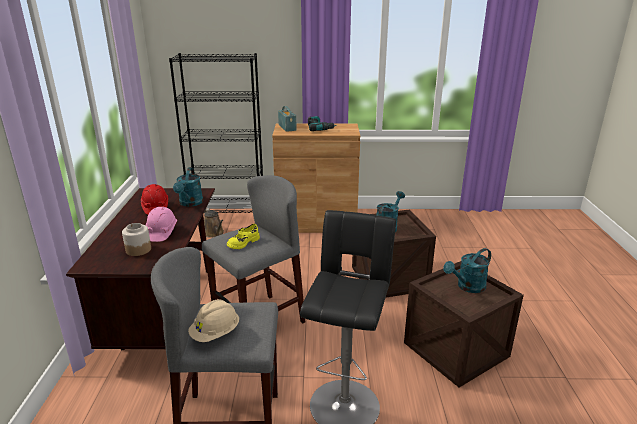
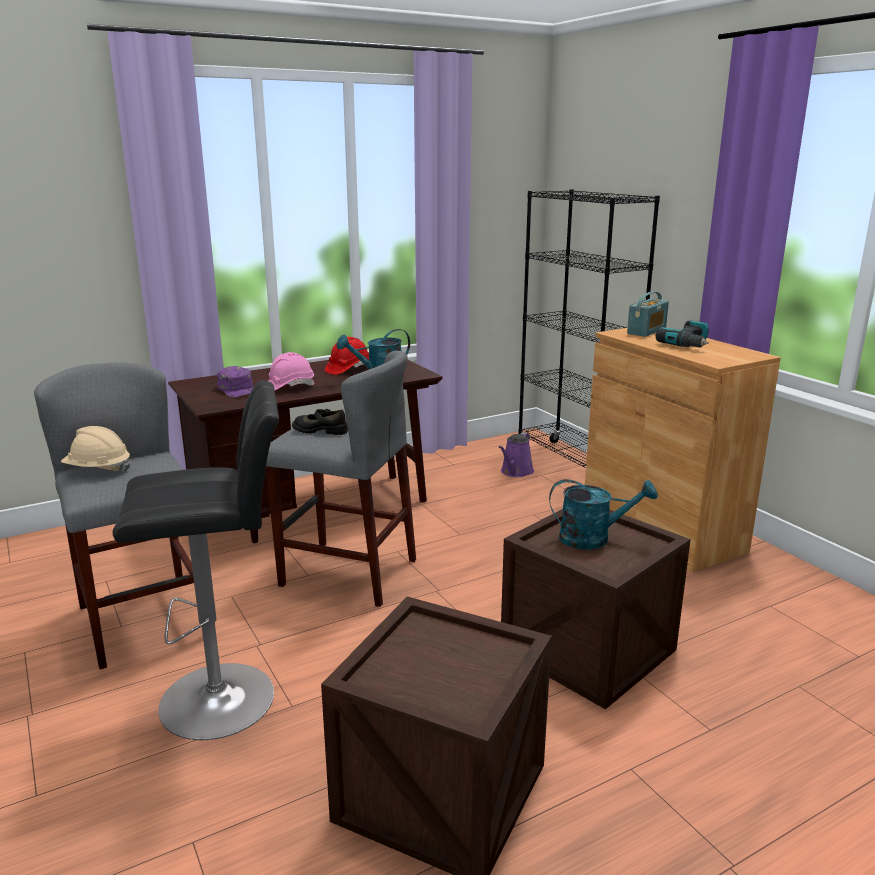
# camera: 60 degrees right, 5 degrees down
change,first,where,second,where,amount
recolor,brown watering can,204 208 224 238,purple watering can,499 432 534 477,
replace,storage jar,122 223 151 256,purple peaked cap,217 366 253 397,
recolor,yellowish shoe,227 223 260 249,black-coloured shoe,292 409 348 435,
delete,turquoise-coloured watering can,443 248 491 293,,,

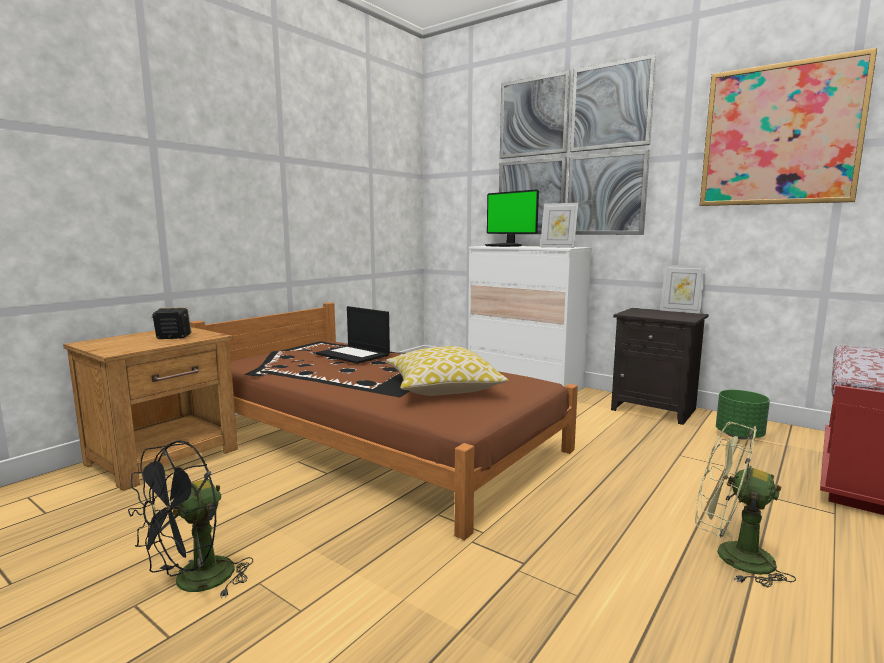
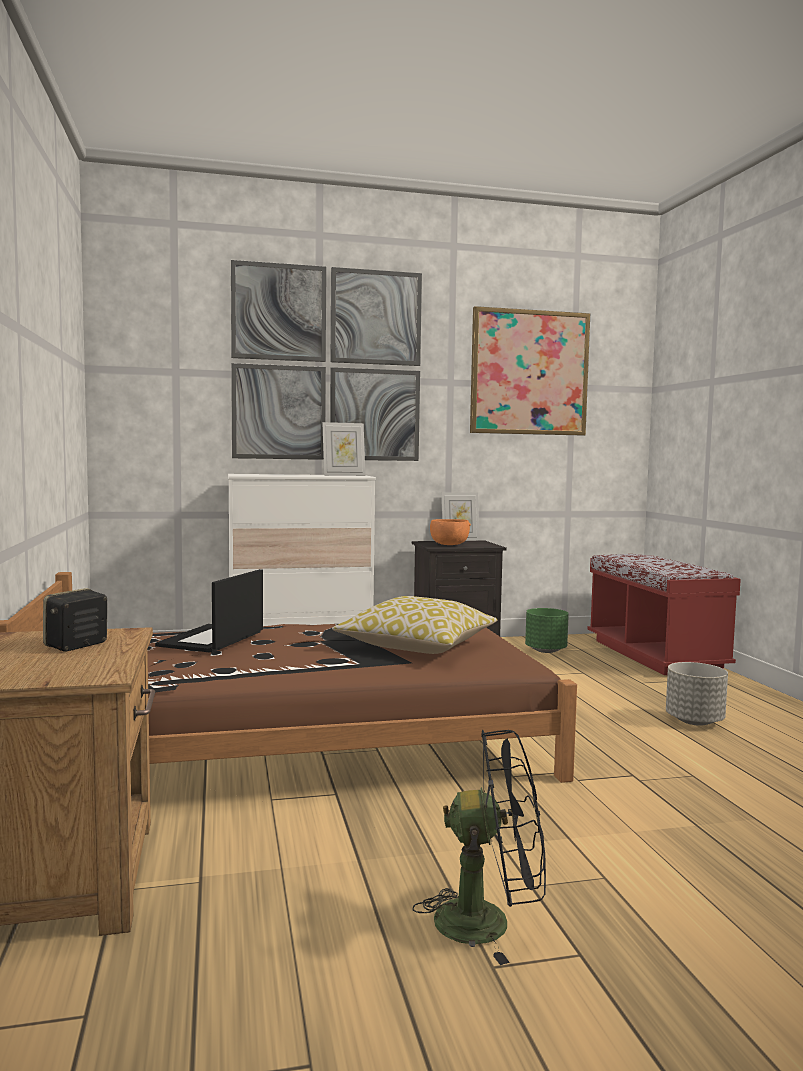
# camera: 50 degrees left, 5 degrees down
change,first,where,second,where,amount
delete,monitor,485 189 539 247,,,
rotate,laptop,316 306 390 364,,155 569 263 653,120 degrees clockwise
replace,green electric fan,695 422 796 588,grey planter,666 662 728 726,
rotate,black-coloured electric fan,128 440 253 599,,413 729 546 965,75 degrees counterclockwise
insert,,,orange-coloured deep dish,430 519 471 545,

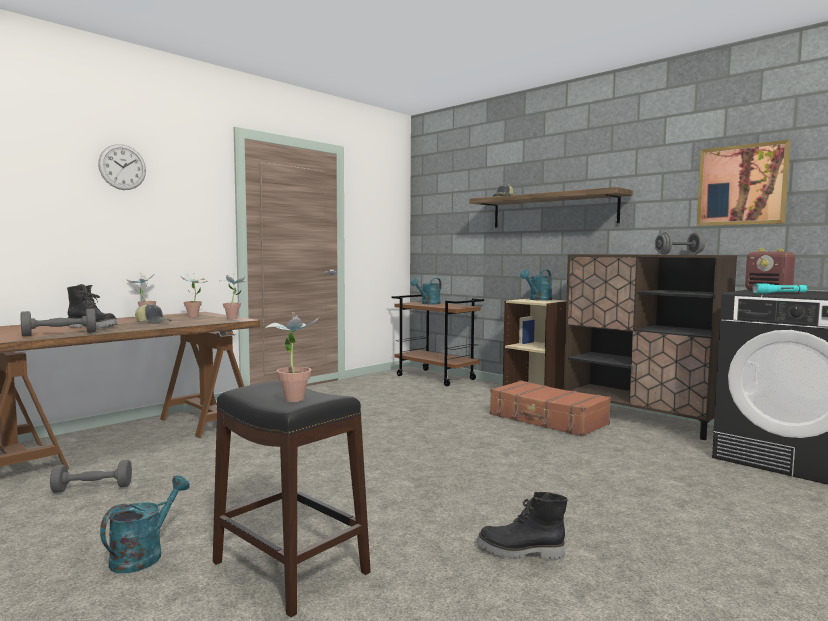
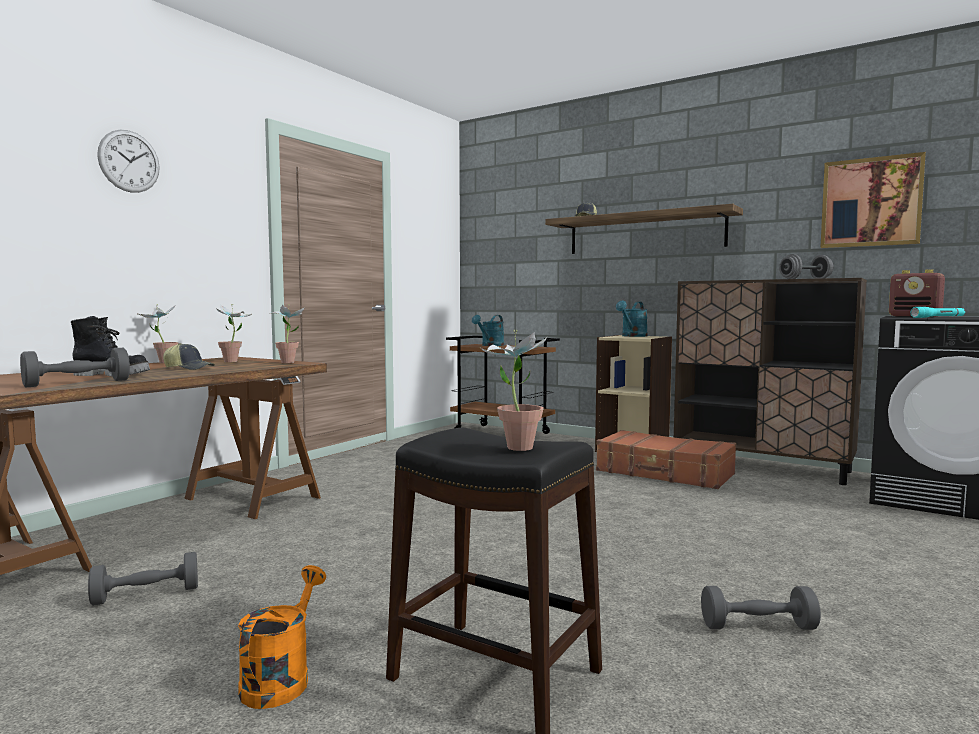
# camera: 10 degrees left, 0 degrees up
change,first,where,second,where,amount
recolor,turquoise-coloured watering can,100 475 189 573,orange-coloured watering can,238 565 326 709,
replace,black-coloured tall boot,477 492 567 560,grey hand weight,701 586 821 630,

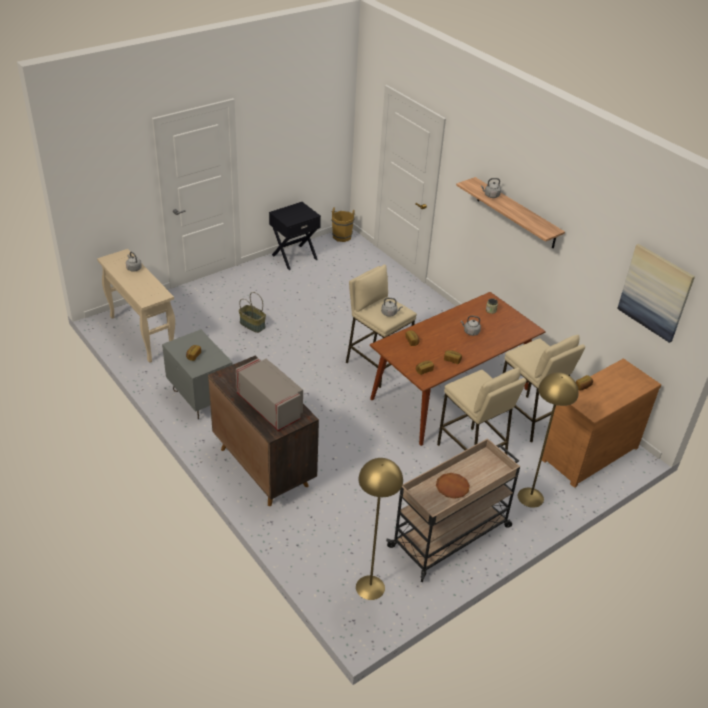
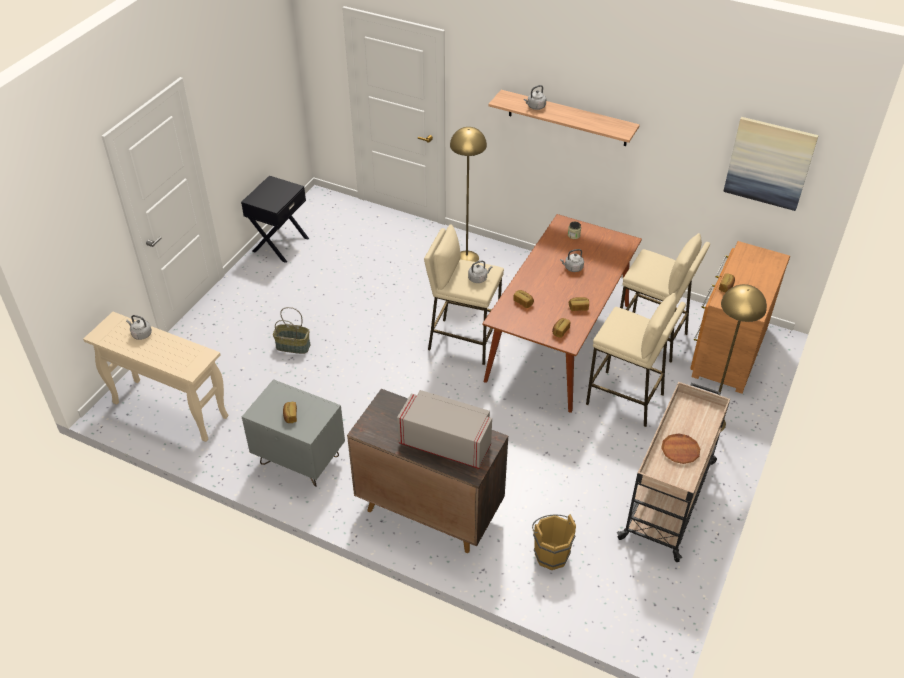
# camera: 25 degrees left, 5 degrees up
change,first,where,second,where,amount
move,brown bucket,331 207 355 242,,532 514 576 570,
move,yellowish standard lamp,356 458 403 600,,450 127 487 262,

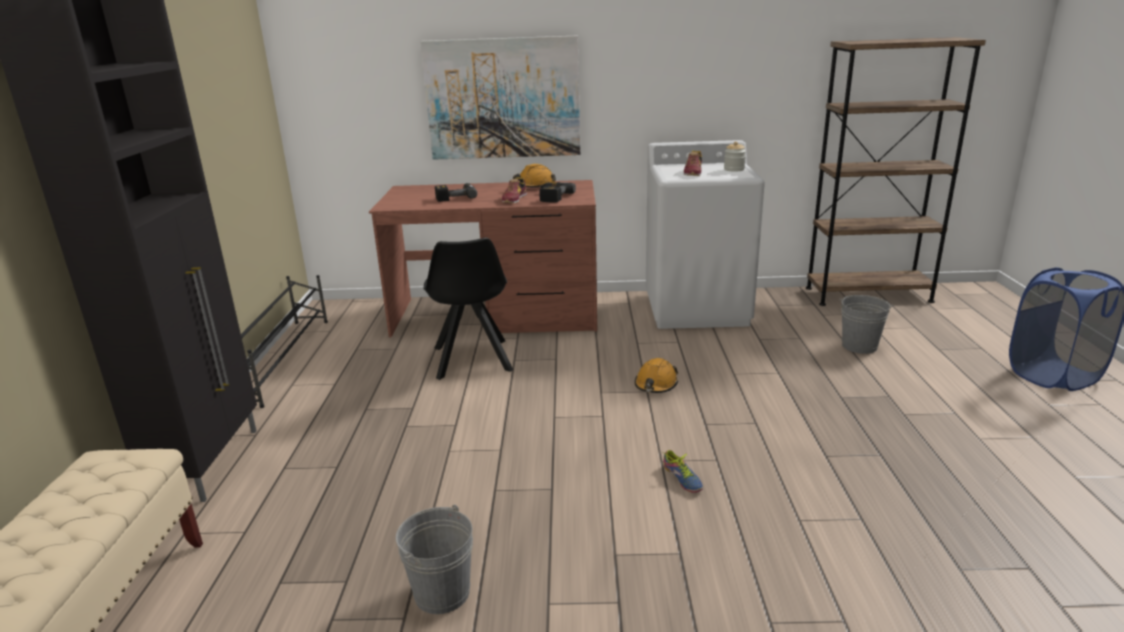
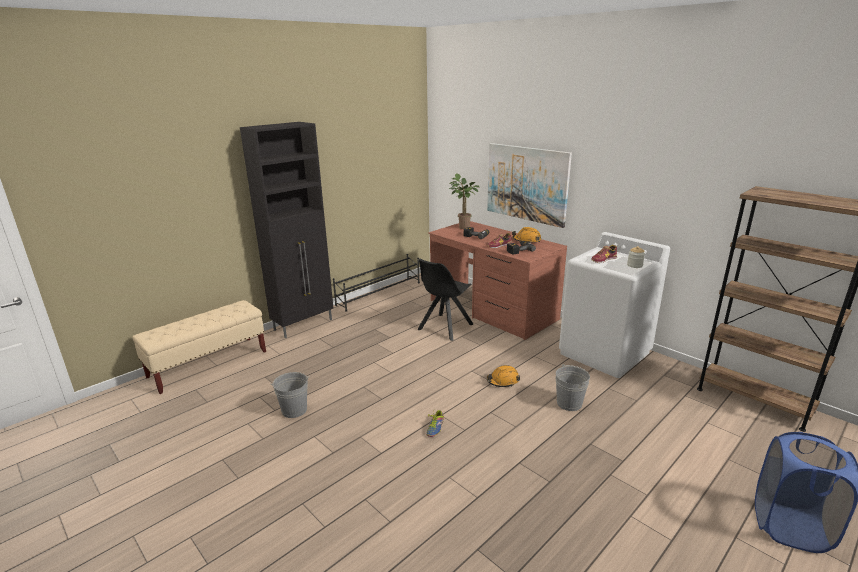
# camera: 45 degrees right, 0 degrees up
change,first,where,second,where,amount
move,grey bucket,839 295 894 354,,555 364 590 411,
insert,,,plant in a pot,449 173 480 229,

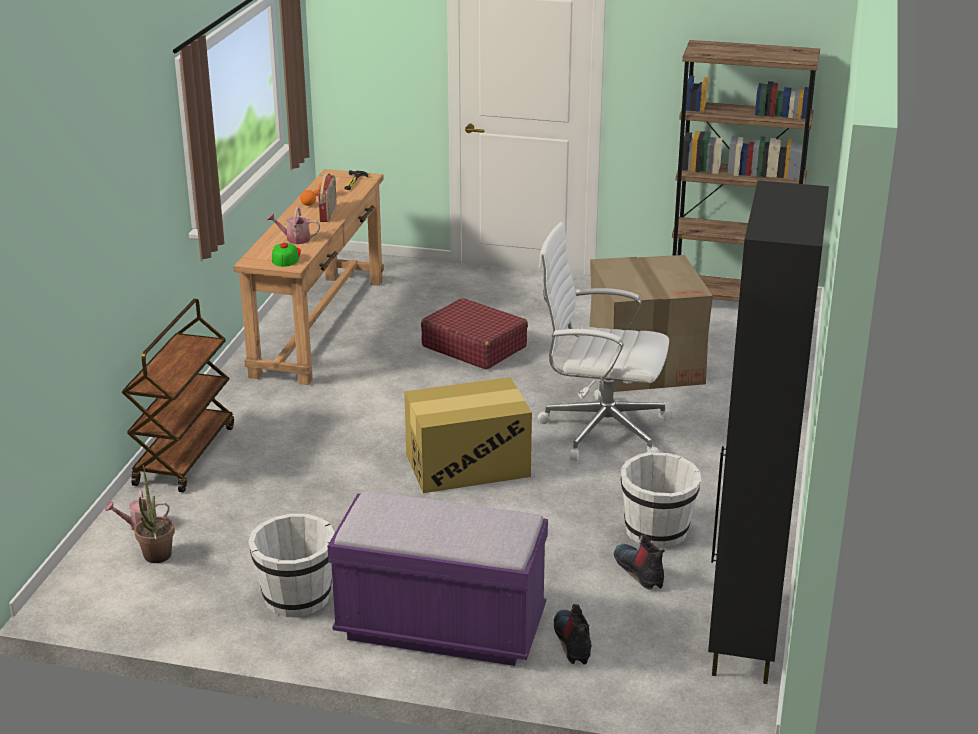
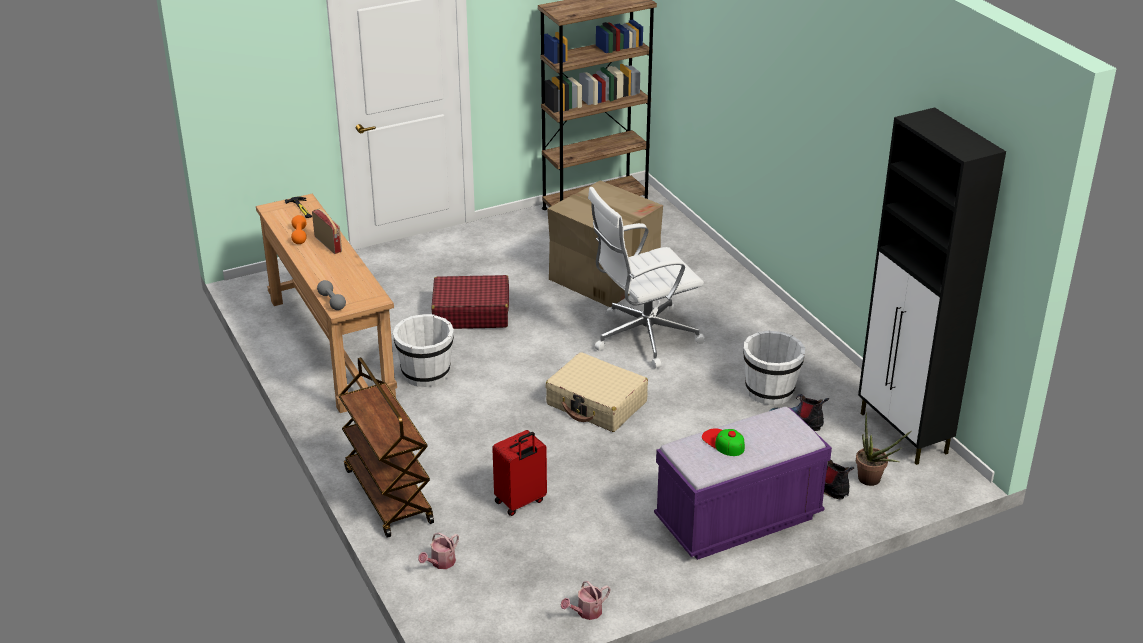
# camera: 40 degrees left, 5 degrees up
change,first,where,second,where,amount
move,watering can,267 207 320 244,,561 581 611 620,
move,peaked cap,272 243 301 267,,702 429 745 456,
replace,carton,404 377 532 493,beige travel case,545 352 648 432,
move,plant in a pot,134 465 175 563,,856 412 911 486,
move,white-coloured bucket,248 513 335 617,,393 314 454 387,
insert,,,grey hand weight,317 280 346 310,
insert,,,red travel case,492 430 547 516,

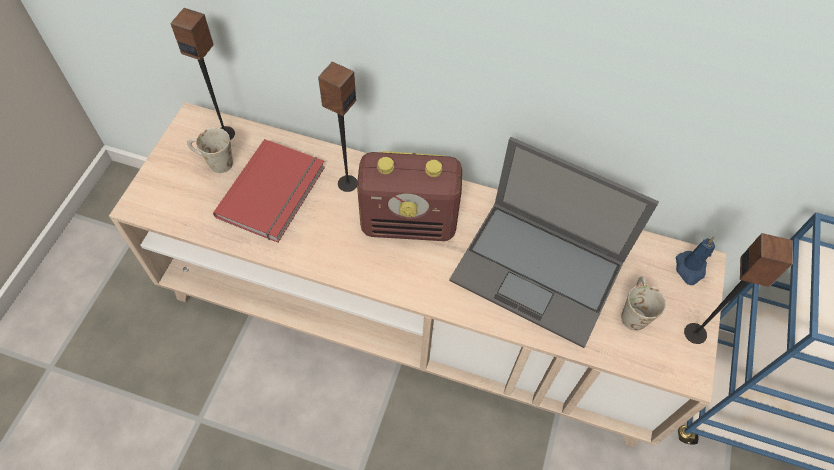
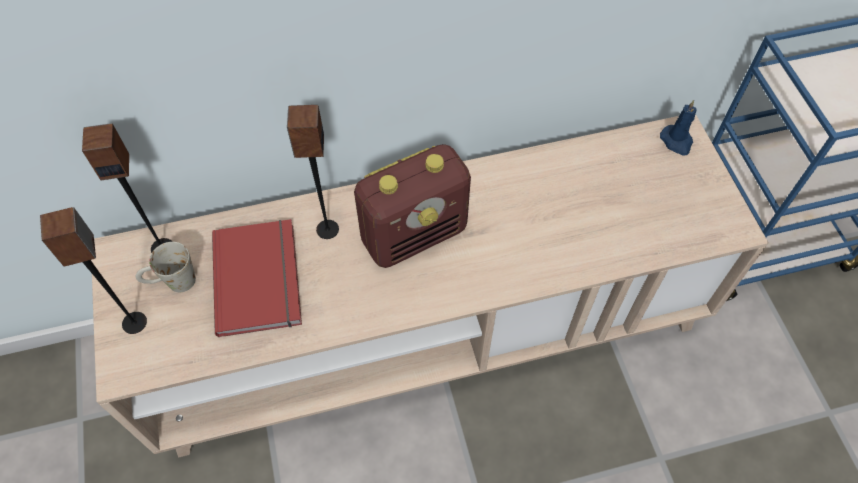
# camera: 30 degrees left, 0 degrees up
change,first,where,second,where,amount
delete,laptop,449 137 659 348,,,
move,loudspeaker,684 233 793 344,,40 207 147 334,
delete,white-coloured mug,621 276 666 331,,,

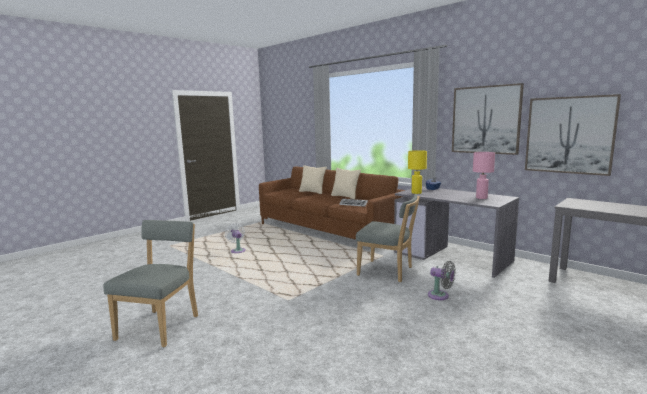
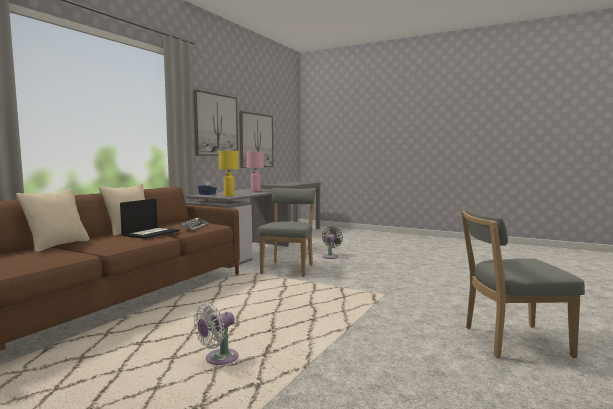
# camera: 105 degrees left, 5 degrees down
change,first,where,second,where,amount
insert,,,laptop,120 199 180 239,

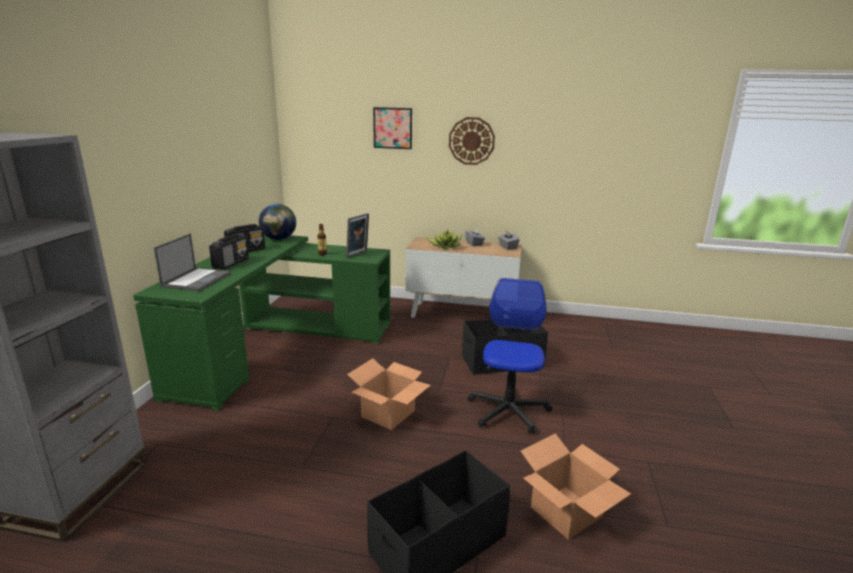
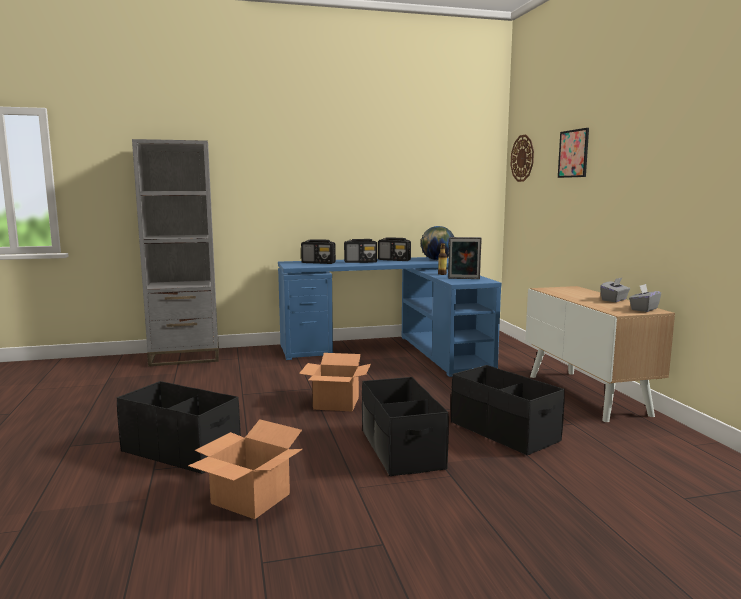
# camera: 65 degrees right, 10 degrees down
change,first,where,second,where,amount
move,wall clock,449 117 495 165,,510 135 534 182,
delete,plant in a pot,426 230 462 249,,,
replace,laptop,154 234 231 291,radio,301 239 336 264,
recolor,green desk table,133 235 391 410,bluish desk table,278 257 501 377,
replace,desk chair,467 278 552 434,black-coloured storage container,362 377 449 476,

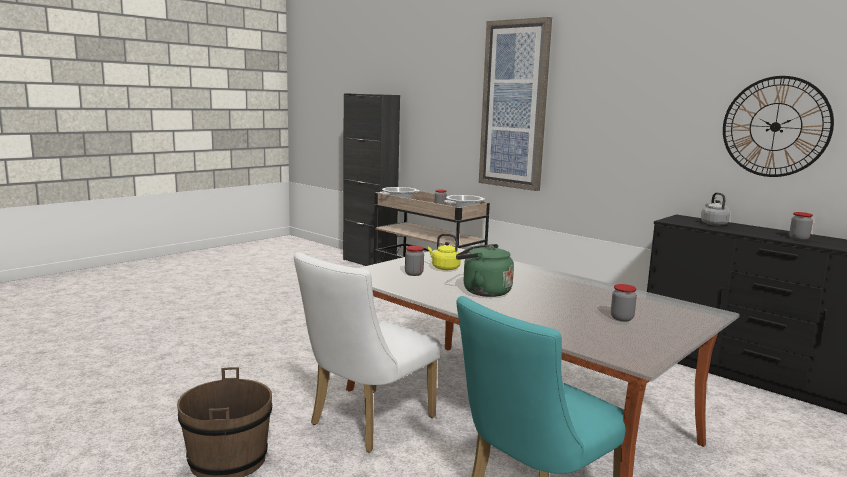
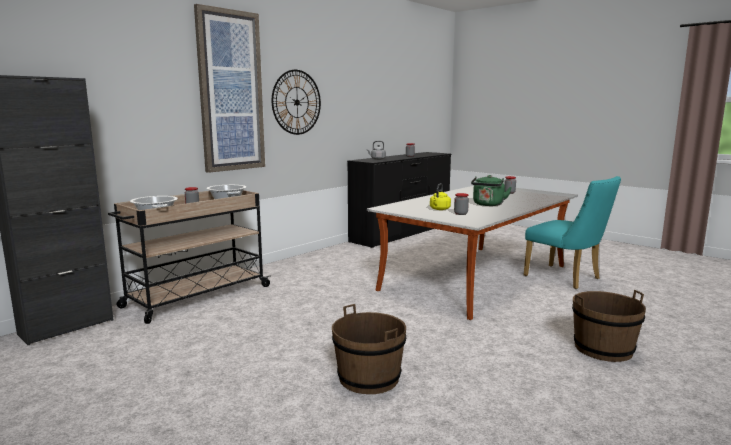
# camera: 90 degrees left, 0 degrees up
change,first,where,second,where,amount
move,wall clock,723 76 834 177,,272 70 321 135,
delete,white-coloured plain chair,294 252 441 453,,,
insert,,,brown bucket,332 304 406 394,

